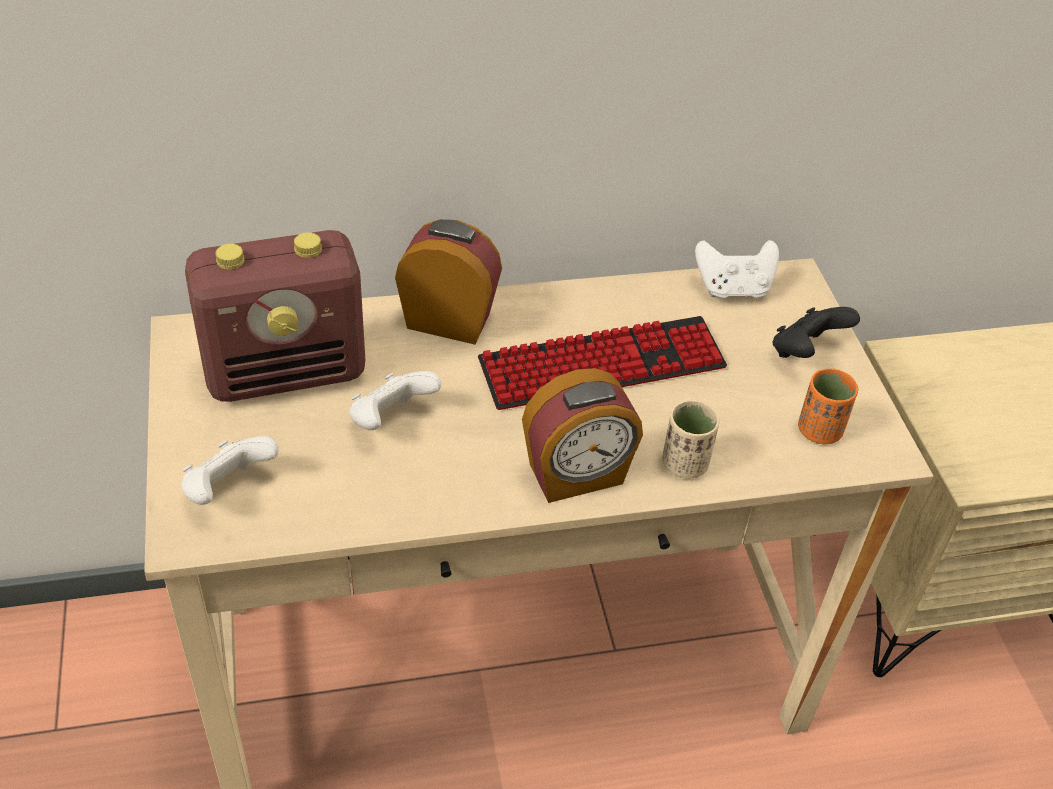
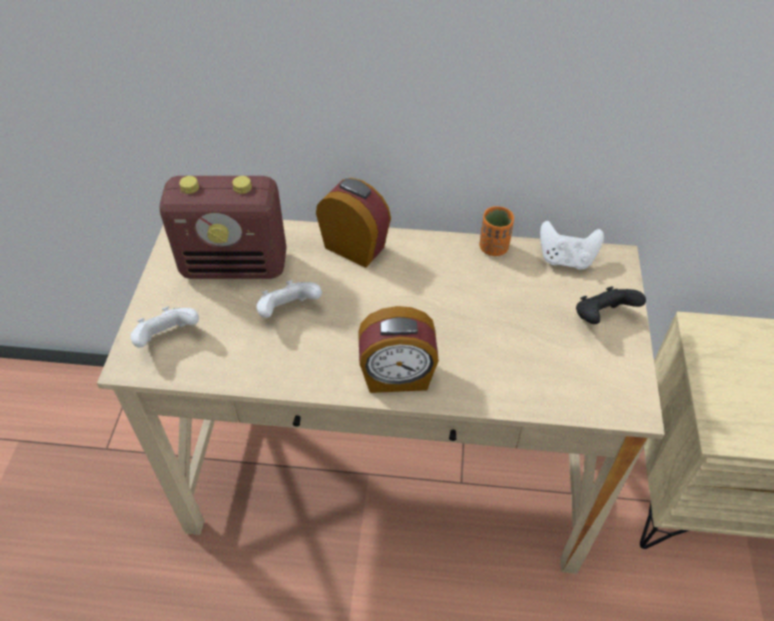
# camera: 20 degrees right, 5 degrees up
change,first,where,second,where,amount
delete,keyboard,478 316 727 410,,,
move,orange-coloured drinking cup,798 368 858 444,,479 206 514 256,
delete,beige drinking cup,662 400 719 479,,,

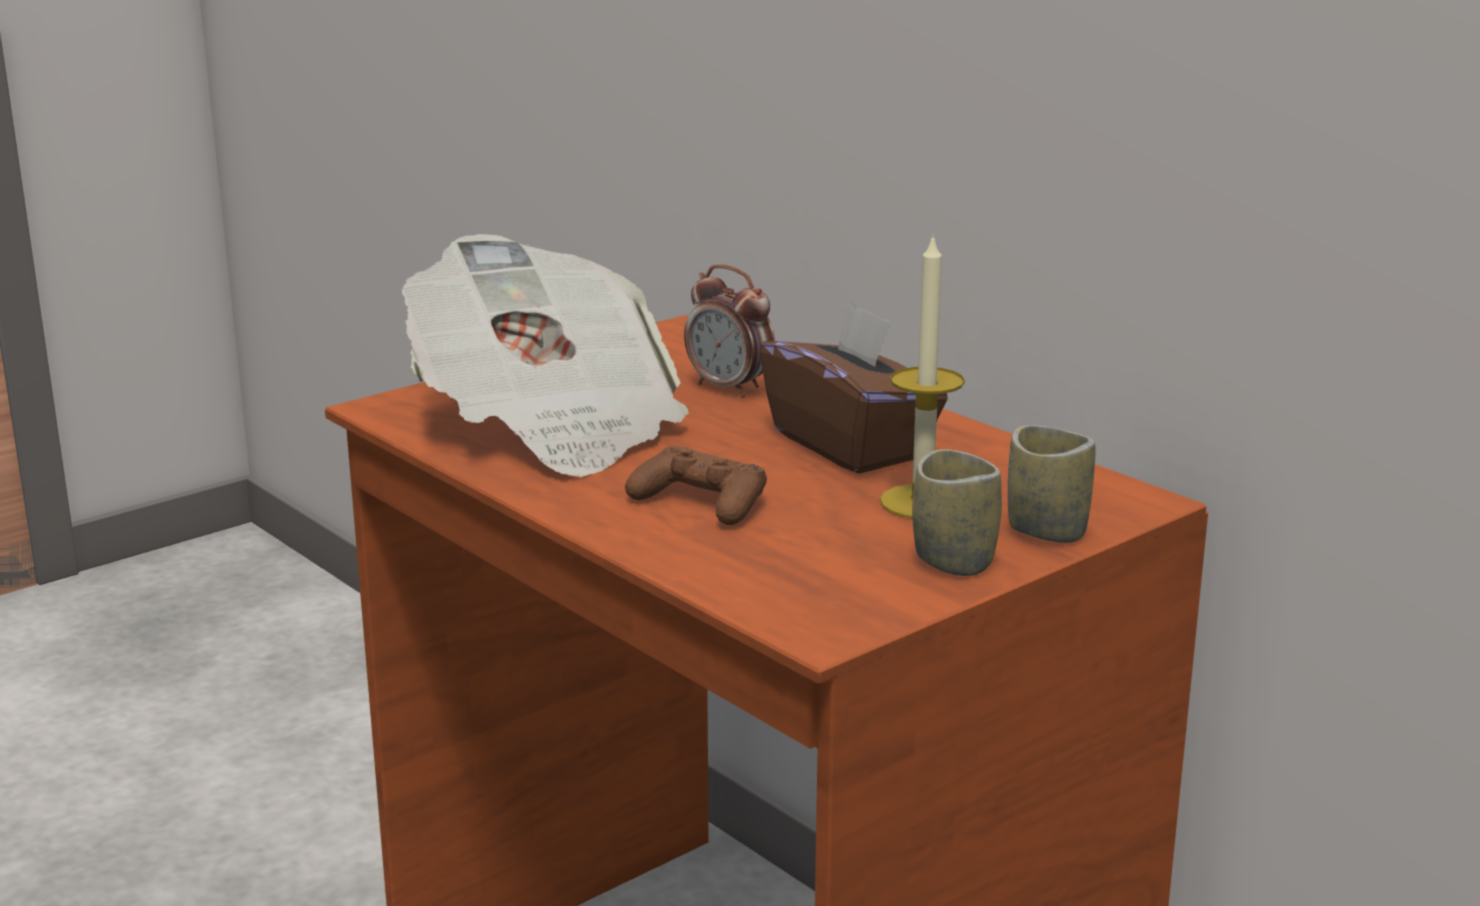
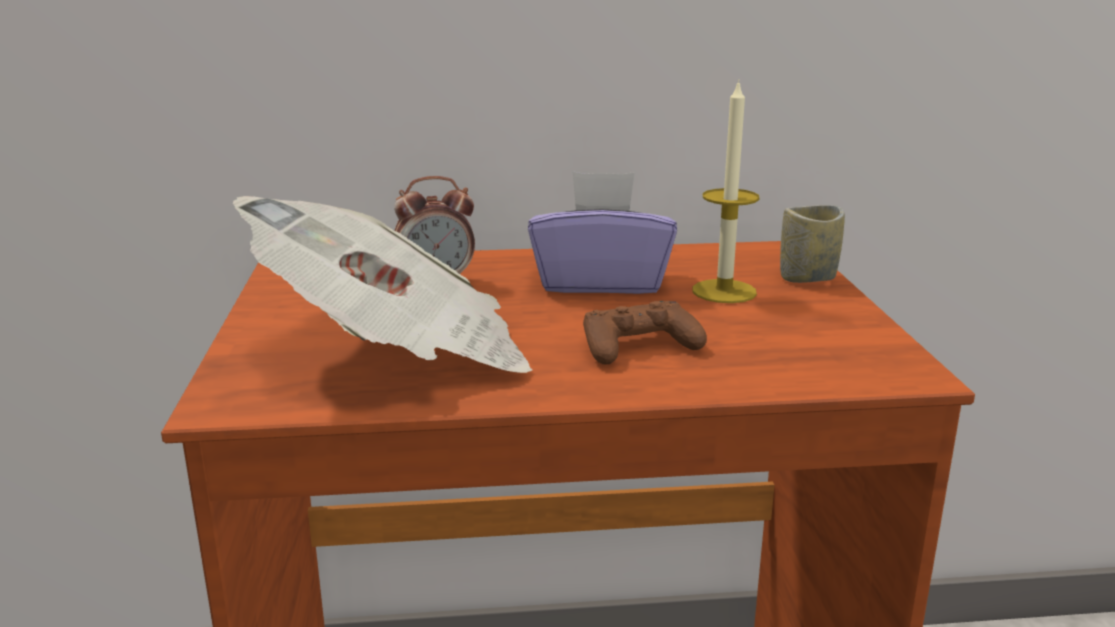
# camera: 55 degrees left, 0 degrees up
change,first,where,second,where,amount
recolor,brown tissue box,759 302 948 474,purple tissue box,528 171 677 294,
delete,drinking cup,912 449 1002 576,,,

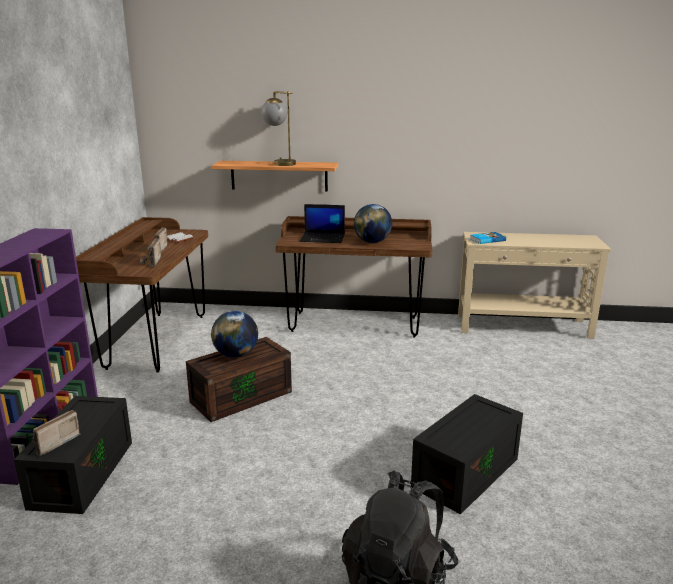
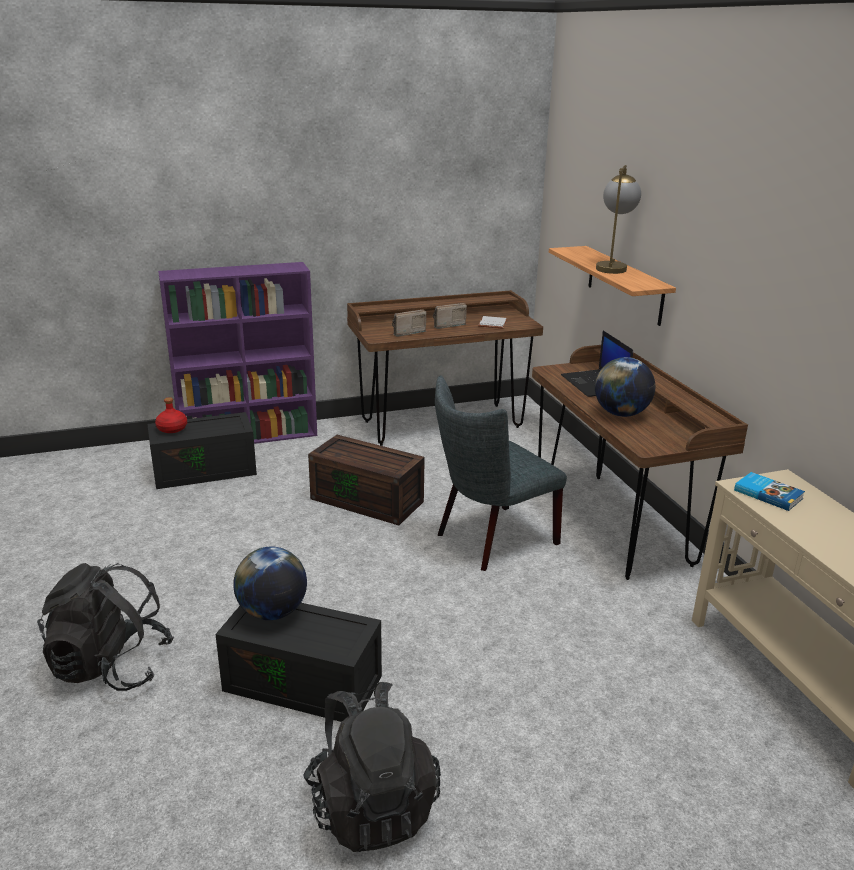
# camera: 65 degrees right, 5 degrees up
change,first,where,second,where,amount
move,desk globe,211 311 258 358,,233 546 307 620,
replace,radio,31 410 81 456,red beverage bottle,155 397 187 433,
insert,,,grey plain chair,435 375 567 571,
insert,,,black-coloured rucksack,303 682 441 852,

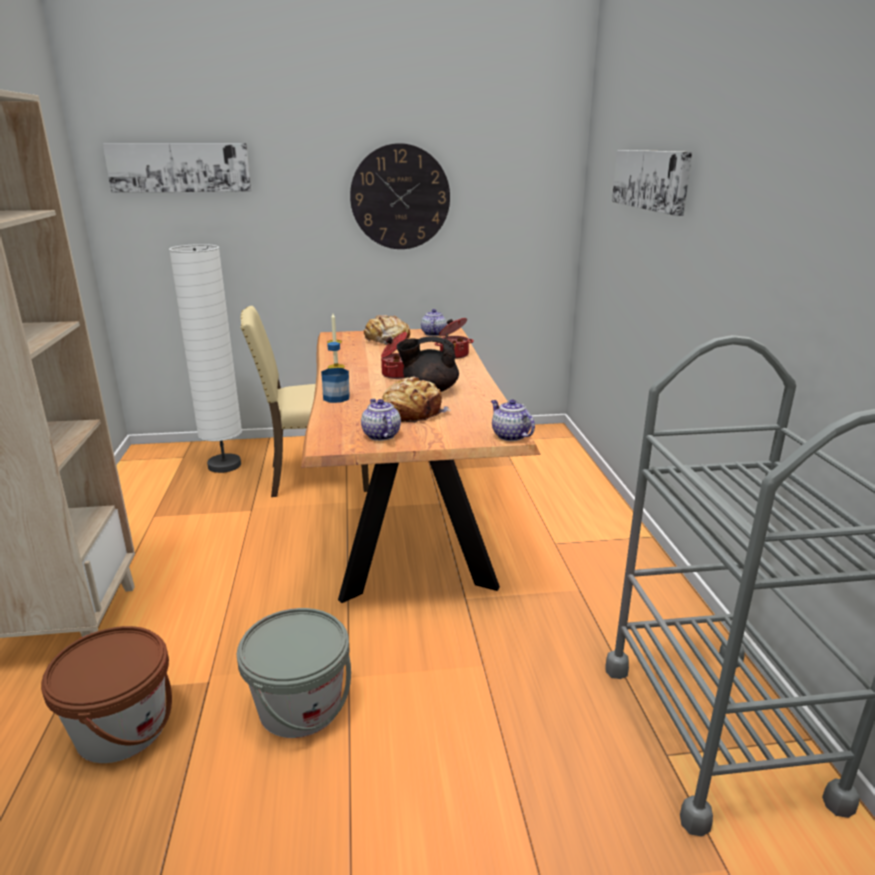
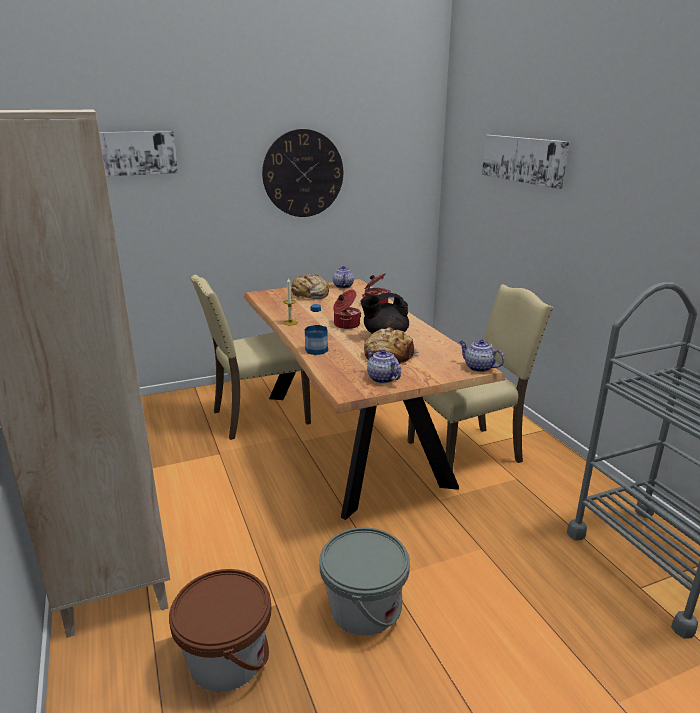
# camera: 15 degrees left, 0 degrees up
change,first,where,second,where,amount
delete,white-coloured standard lamp,169 244 242 473,,,
insert,,,beige plain chair,408 284 553 470,

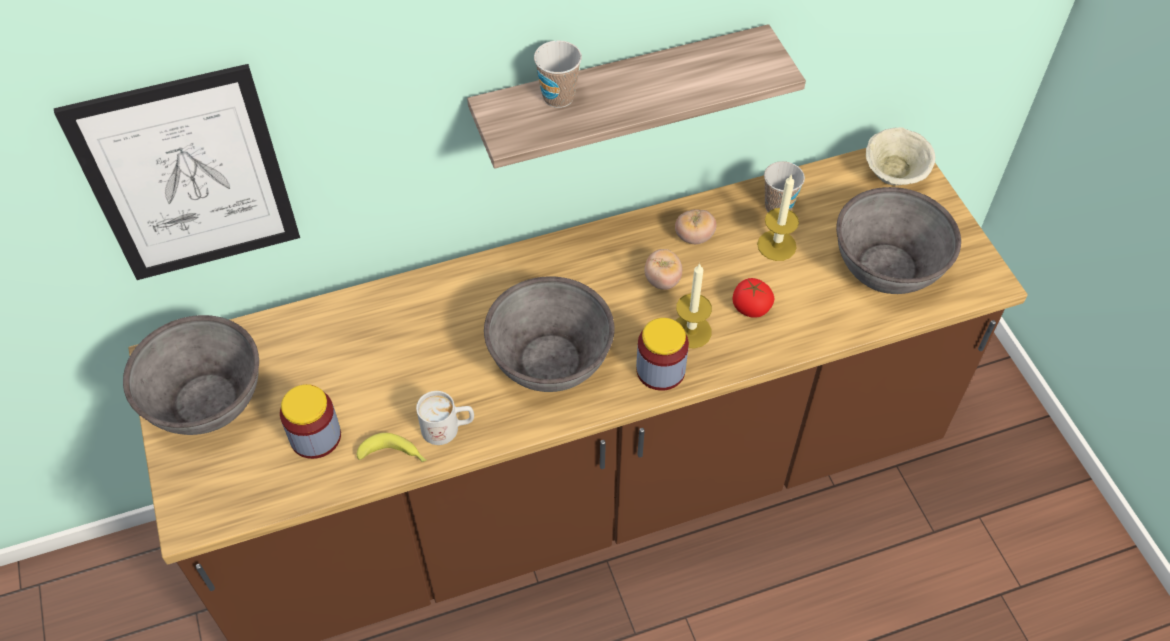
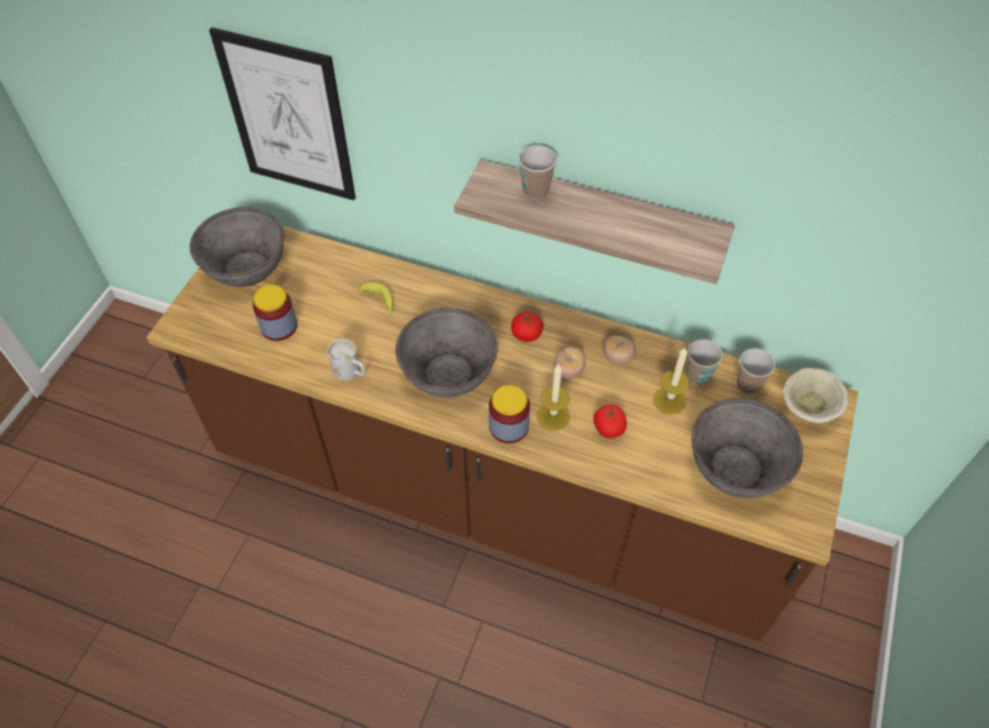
# camera: 40 degrees right, 0 degrees up
change,first,where,second,where,amount
move,whole banana,357 433 427 462,,359 282 393 314,
insert,,,fresh tomato,511 312 543 342,
insert,,,drinking cup,737 348 775 394,

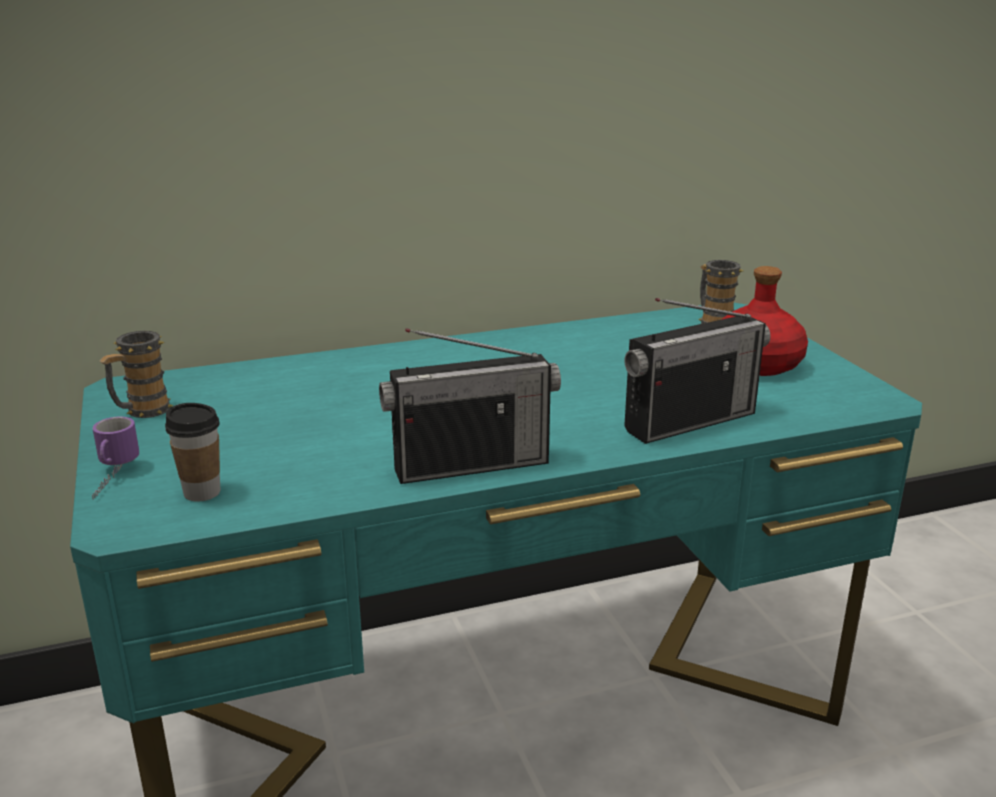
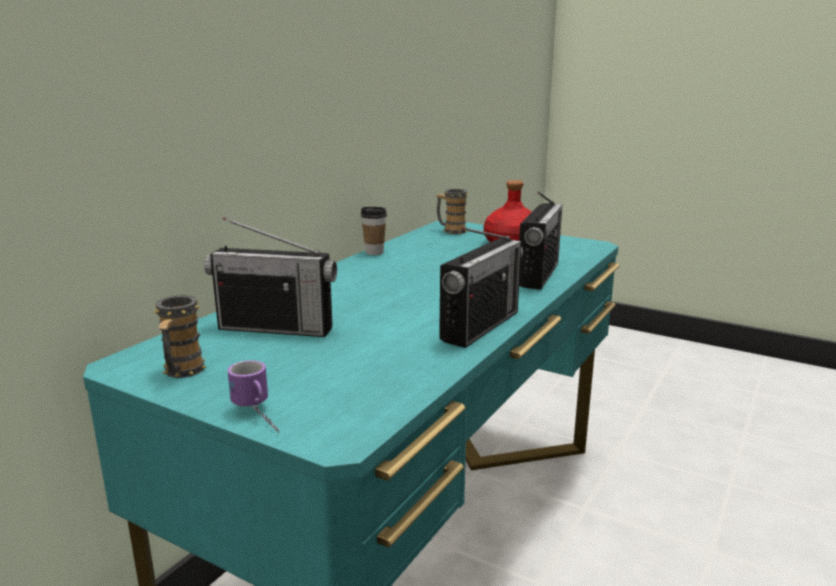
# camera: 40 degrees left, 5 degrees down
change,first,where,second,where,amount
move,drinking cup,165 403 220 502,,361 207 387 255,
insert,,,radio,204 217 337 337,

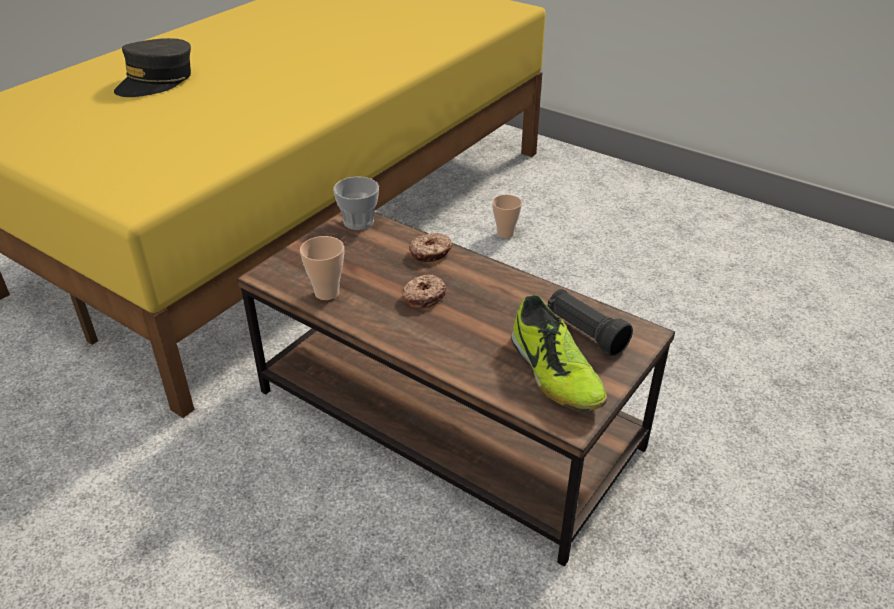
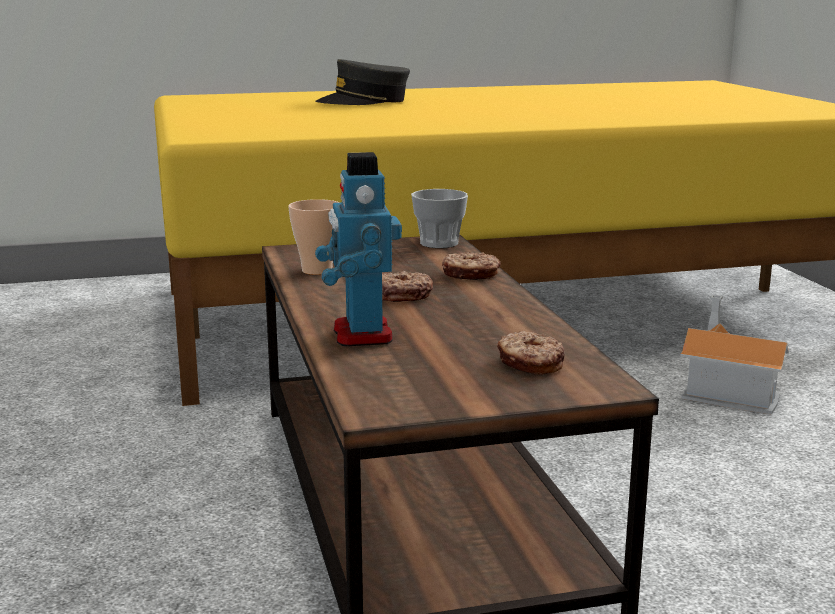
# camera: 40 degrees right, 20 degrees down
change,first,where,second,where,amount
replace,drinking cup,492 195 522 239,miniature house,680 295 789 415,
replace,black-coloured torch,548 289 633 356,doughnut,497 331 565 375,
delete,shoe,511 295 607 411,,,
insert,,,toy robot,315 152 402 346,

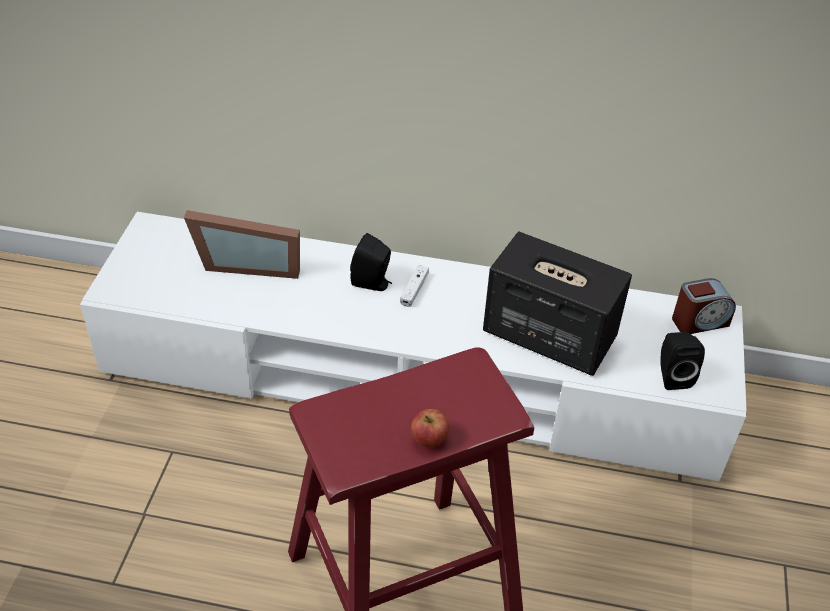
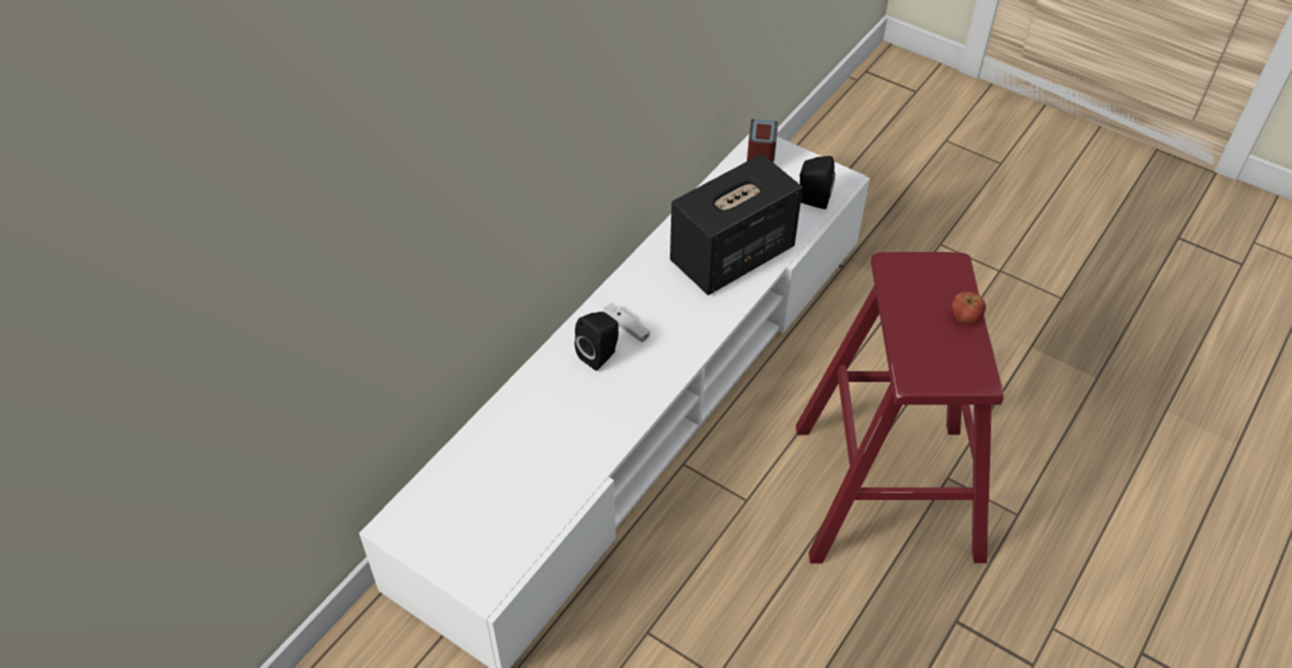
# camera: 65 degrees left, 5 degrees up
change,first,where,second,where,amount
delete,standing frame,184 210 300 279,,,

